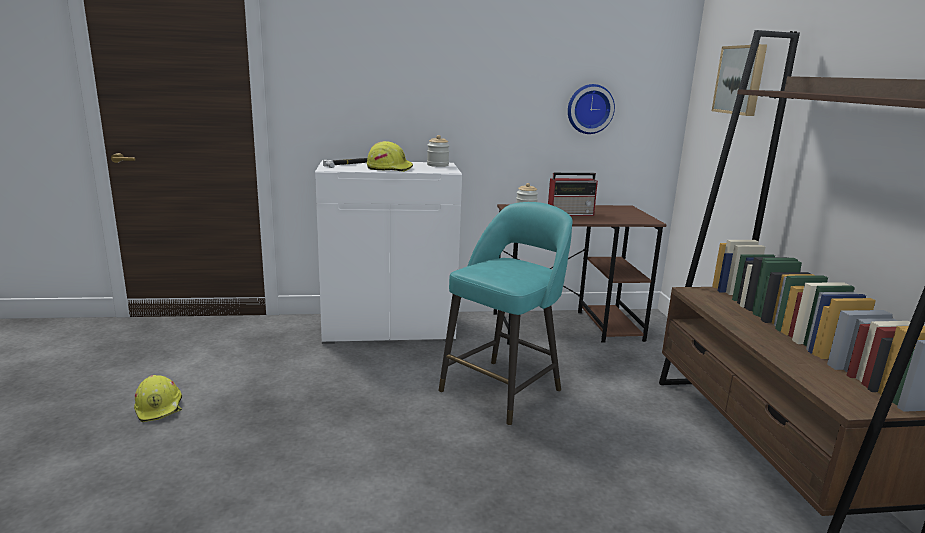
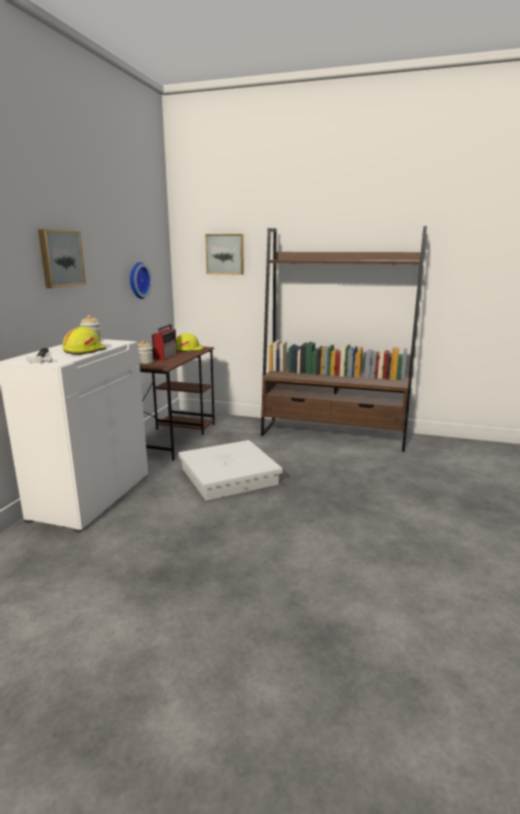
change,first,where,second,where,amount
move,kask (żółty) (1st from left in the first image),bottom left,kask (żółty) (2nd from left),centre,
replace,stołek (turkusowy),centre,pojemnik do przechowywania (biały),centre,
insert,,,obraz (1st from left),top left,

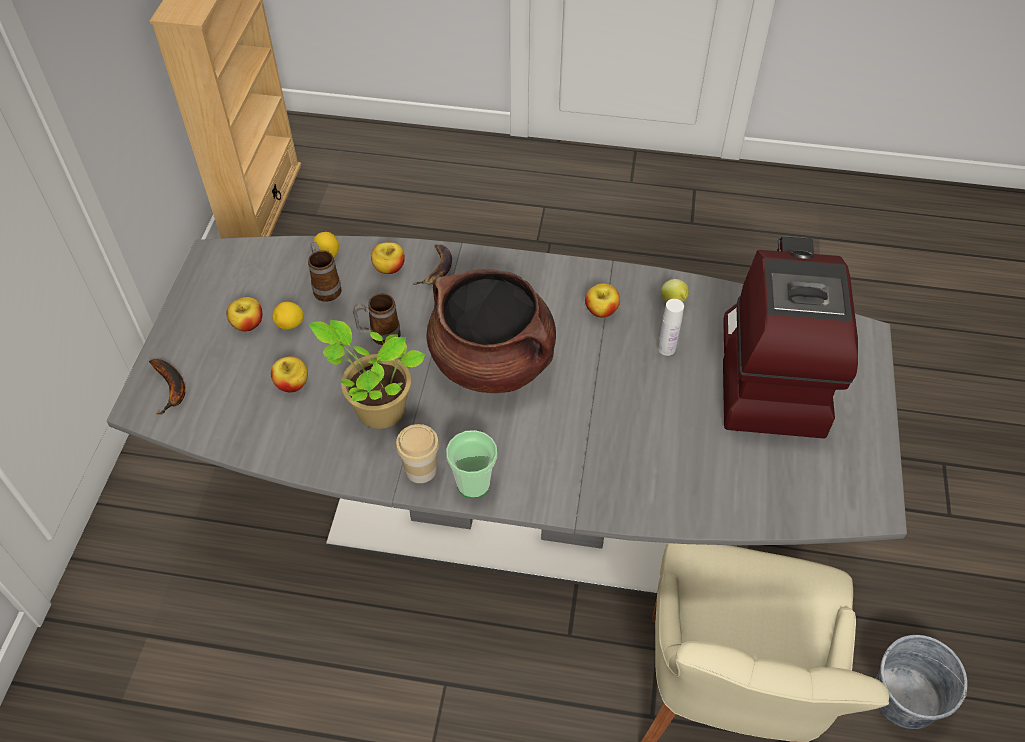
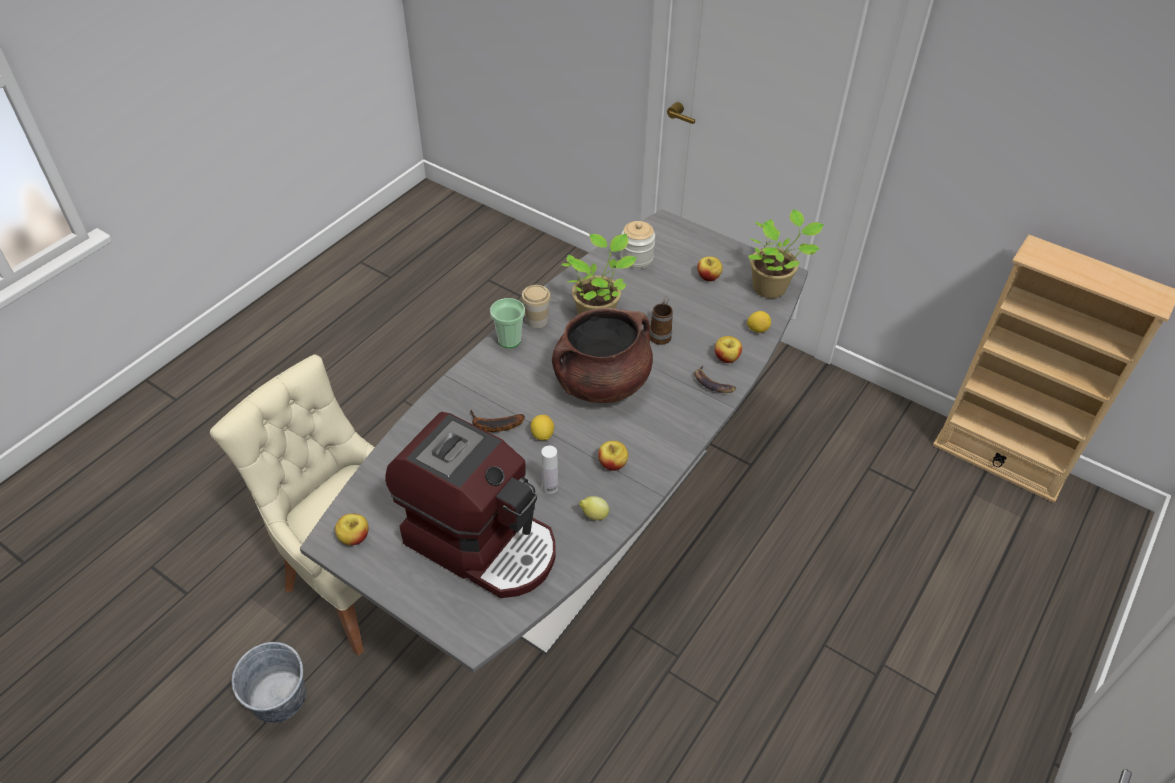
change,first,where,second,where,amount
move,banan (1st from left),middle left,,centre,
move,jabłko (2nd from left in the first image),middle left,jabłko (1st from left),bottom left,
move,cytryna (1st from left),middle left,,centre,
delete,kubek (1st from left),middle left,,,
insert,,,słoik,top centre,
insert,,,roślina doniczkowa (2nd from left),top right,

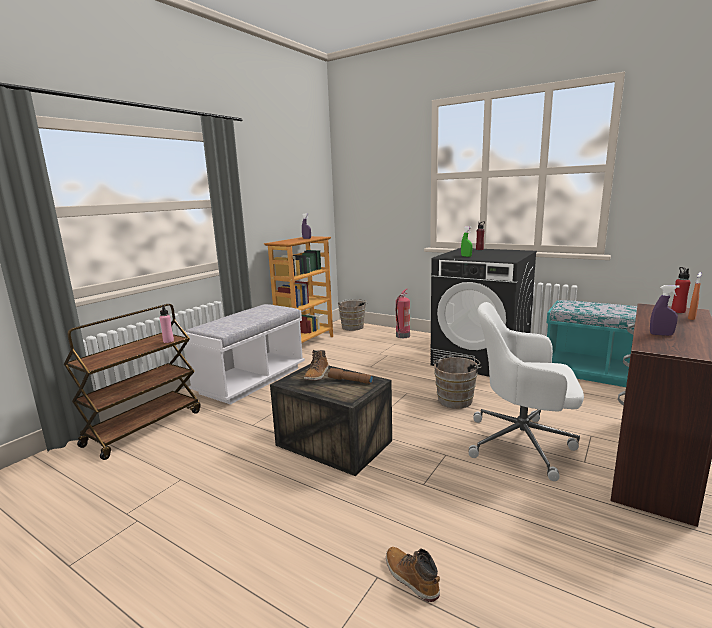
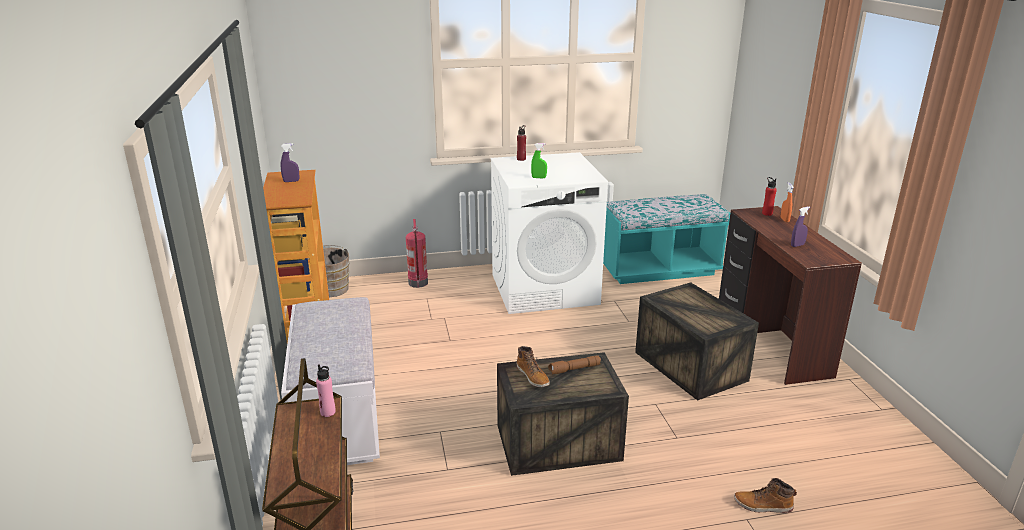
change,first,where,second,where,amount
recolor,pralka (czarny),middle right,pralka (biały),centre,
delete,wiadro (brązowy) (2nd from left),centre,,,
replace,krzesło biurowe (biały),middle right,skrzynka (2nd from left),middle right,

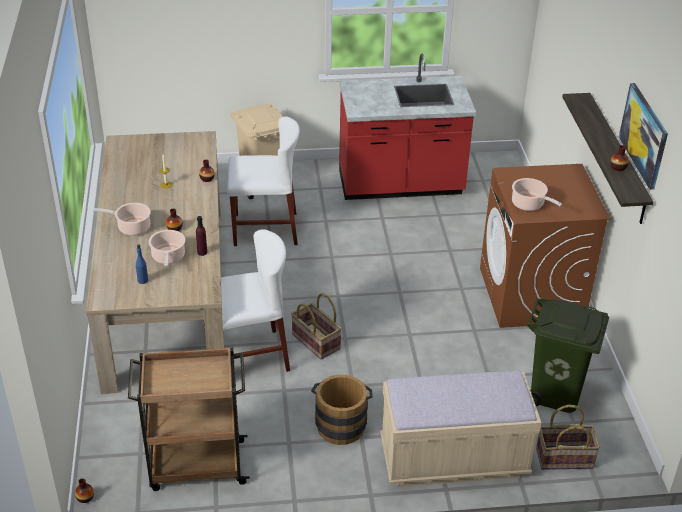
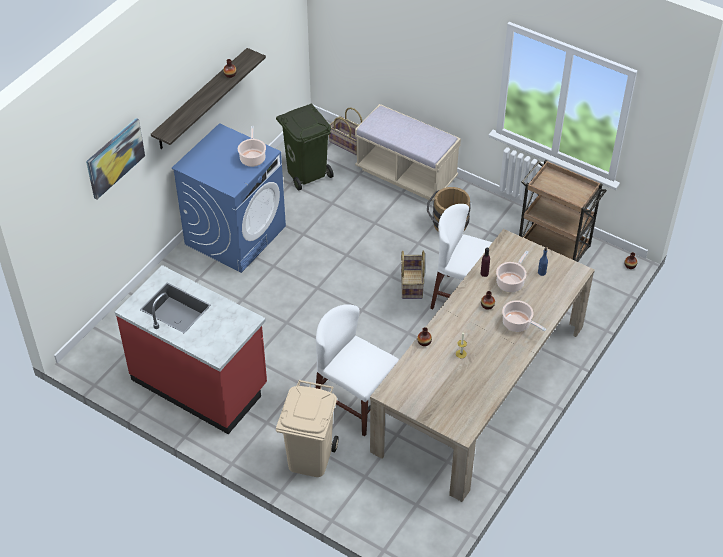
change,first,where,second,where,amount
recolor,pralka (brązowy),middle right,pralka (niebieski),middle left,
move,obraz,top right,,top left,

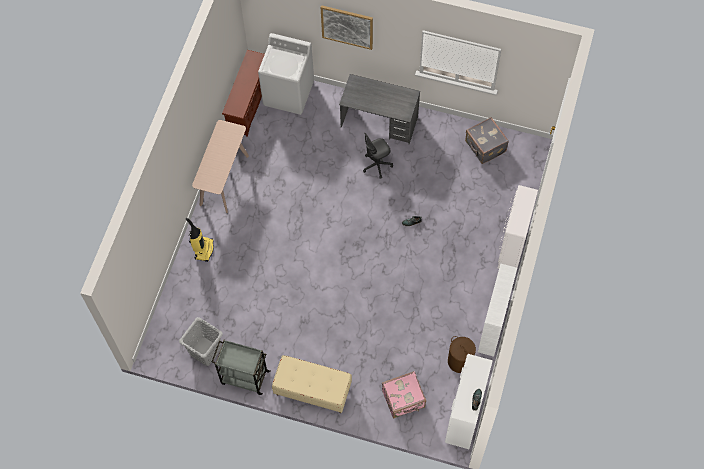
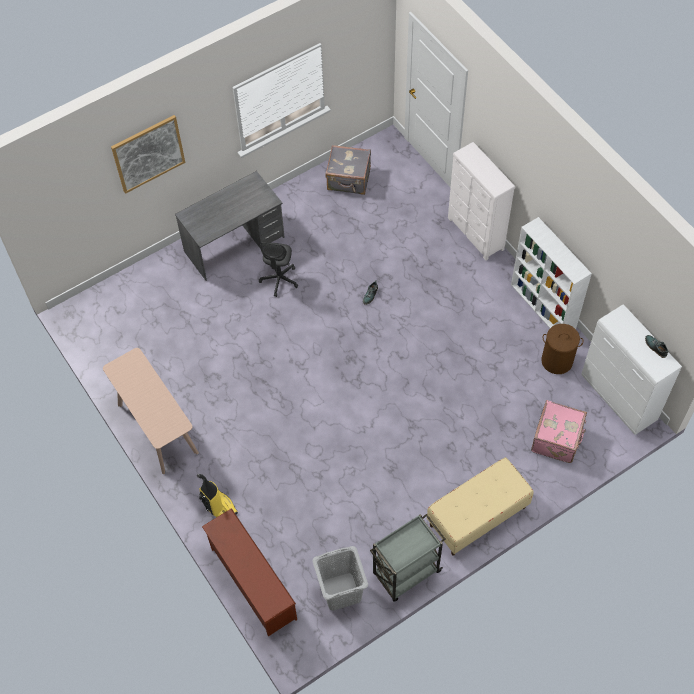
change,first,where,second,where,amount
move,regał na buty (brązowy),top centre,,bottom centre,
delete,pralka (biały),top centre,,,

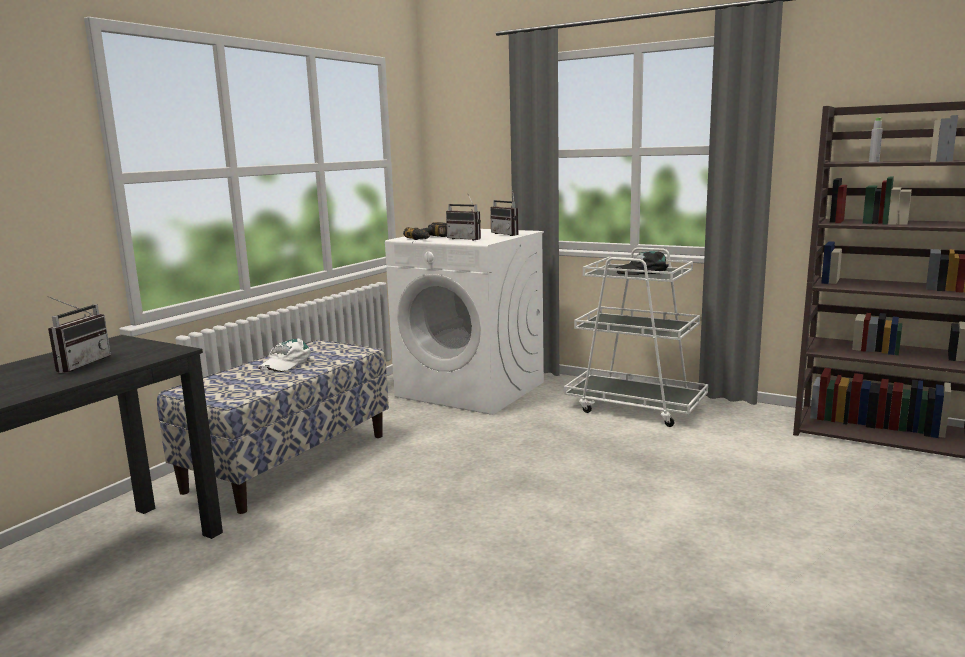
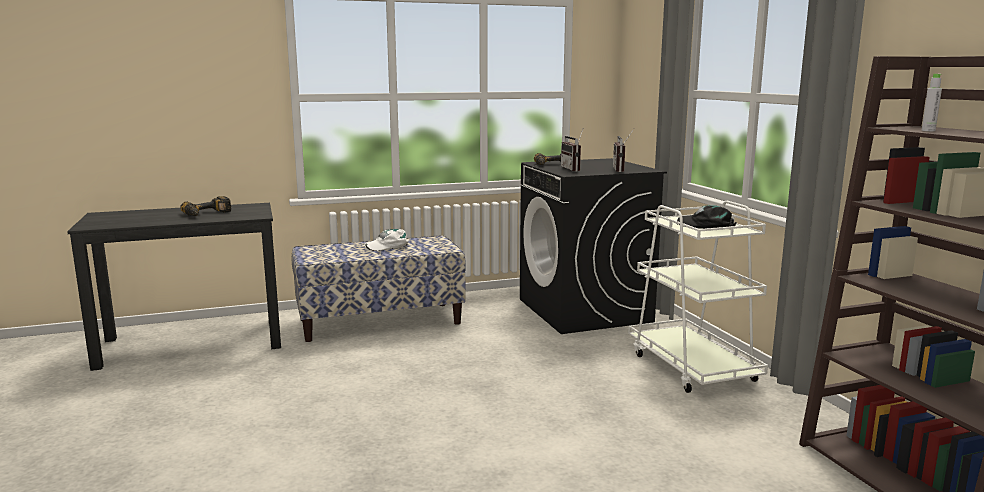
change,first,where,second,where,amount
replace,radio (1st from left),middle left,wiertarka (1st from left),middle left,
recolor,pralka (biały),centre,pralka (czarny),centre,

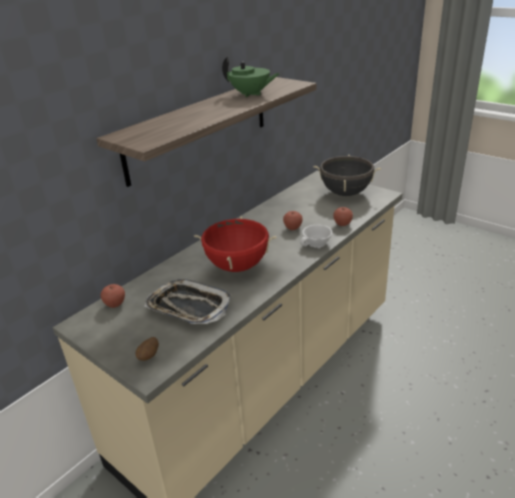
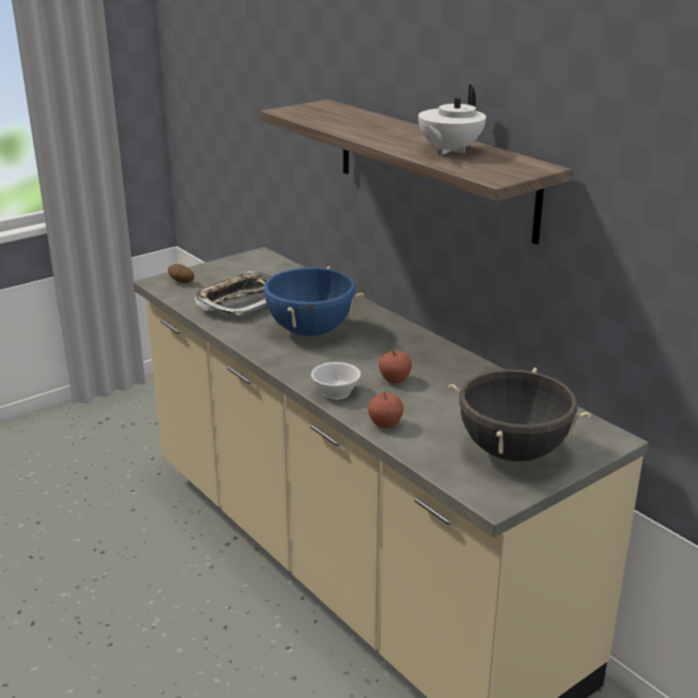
change,first,where,second,where,amount
delete,jabłko (1st from left),middle left,,,
recolor,garnek (czerwony),centre,garnek (niebieski),centre,
recolor,imbryk (zielony),top centre,imbryk (biały),top centre,

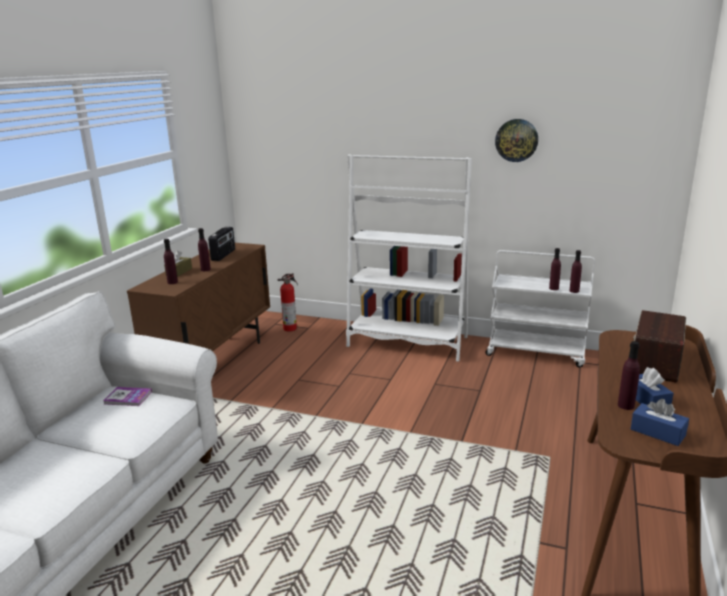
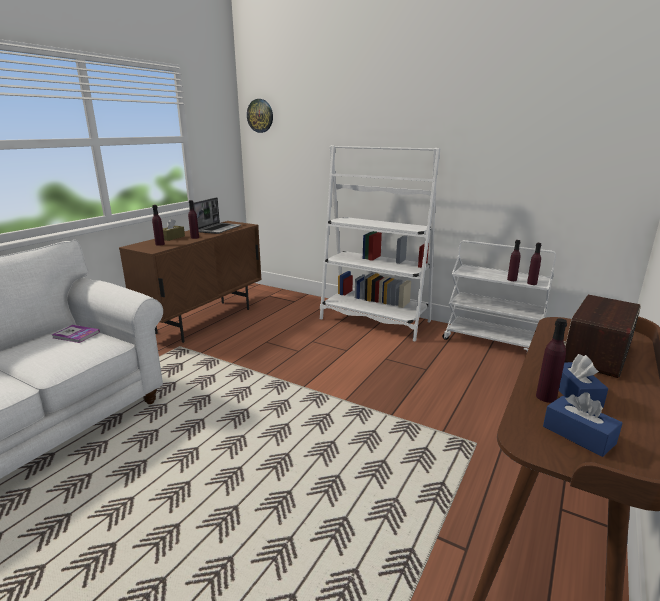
change,first,where,second,where,amount
replace,radio (1st from left),middle left,laptop,middle left,
delete,gaśnica,centre,,,
move,zegar ścienny,top right,,top centre,

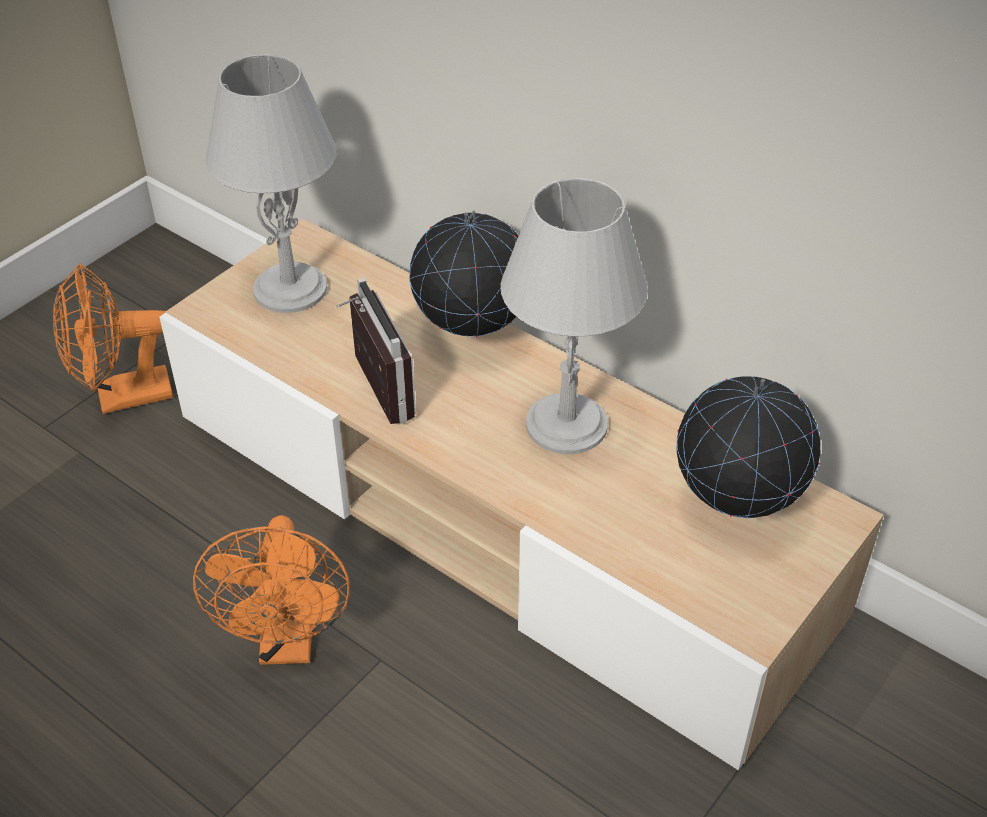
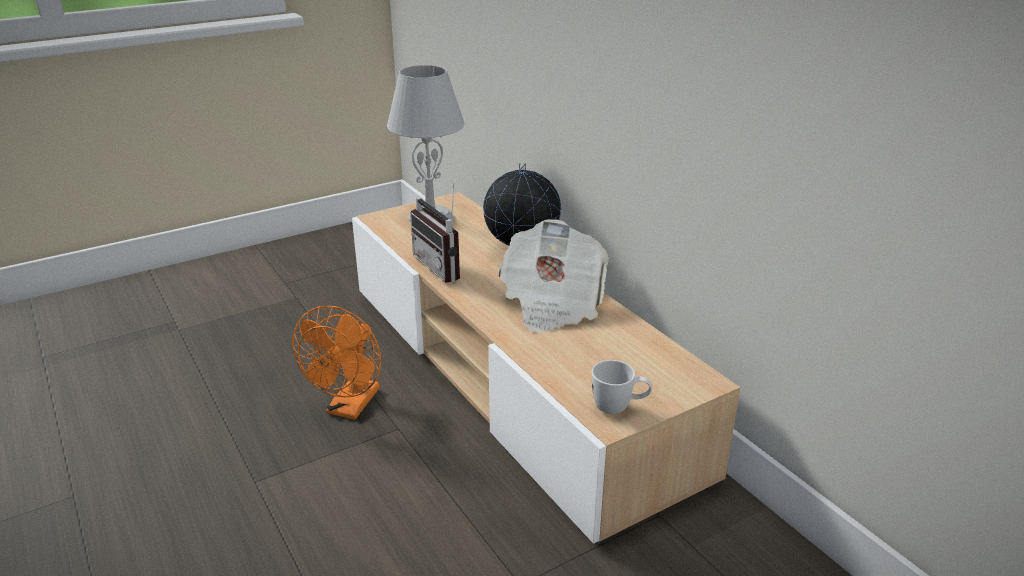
change,first,where,second,where,amount
delete,wentylator (pomarańczowy) (1st from left),middle left,,,
rotate,radio,centre,,centre,150 degrees clockwise
replace,lampa stołowa (szary) (2nd from left),centre,gazeta,centre,
delete,globus (2nd from left),middle right,,,
insert,,,kubek (biały),bottom centre,

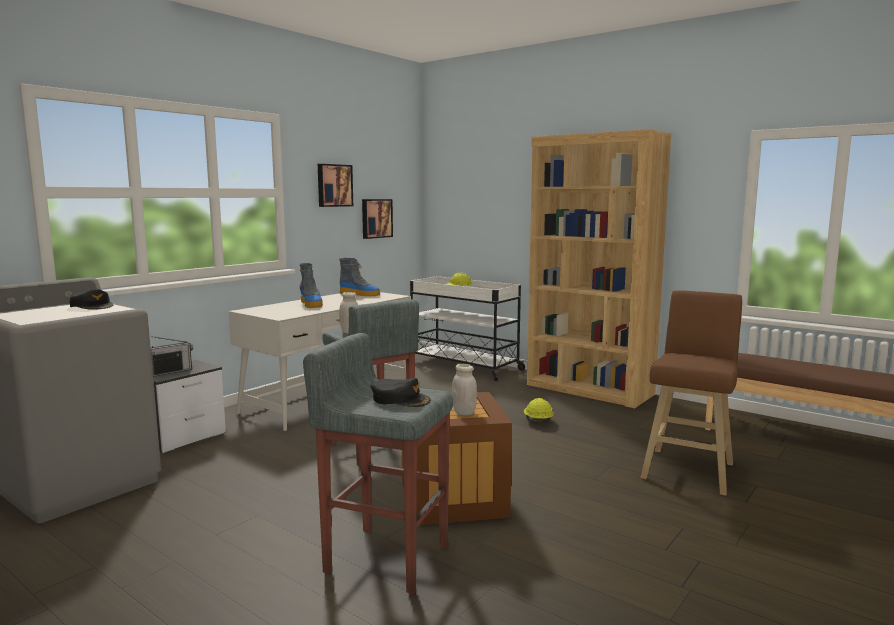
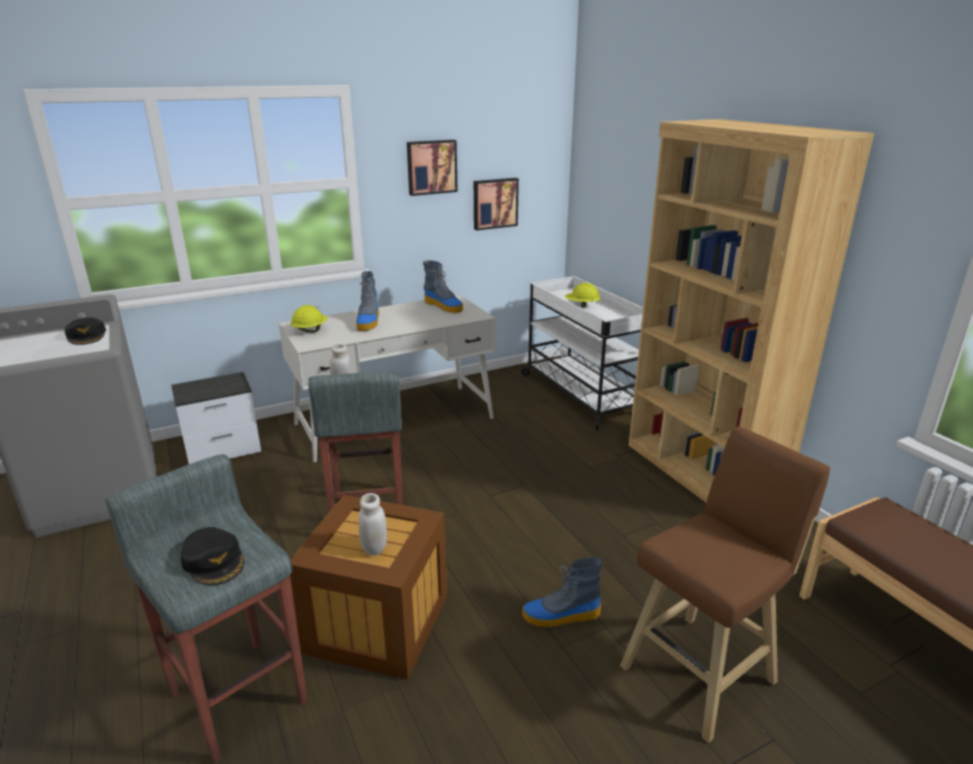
change,first,where,second,where,amount
delete,radio,middle left,,,
move,kask (żółty) (2nd from left in the first image),centre,kask (żółty) (1st from left),middle left,
insert,,,but z cholewką (3rd from left),bottom centre,

